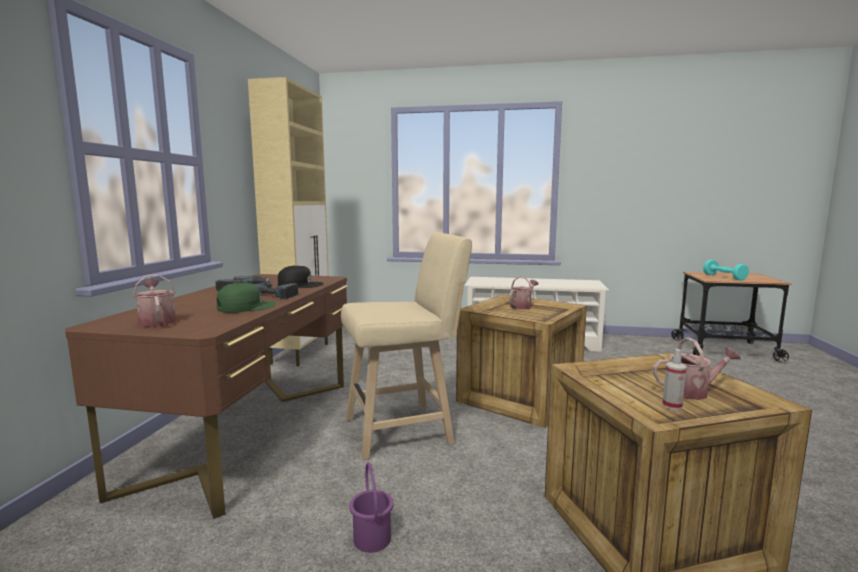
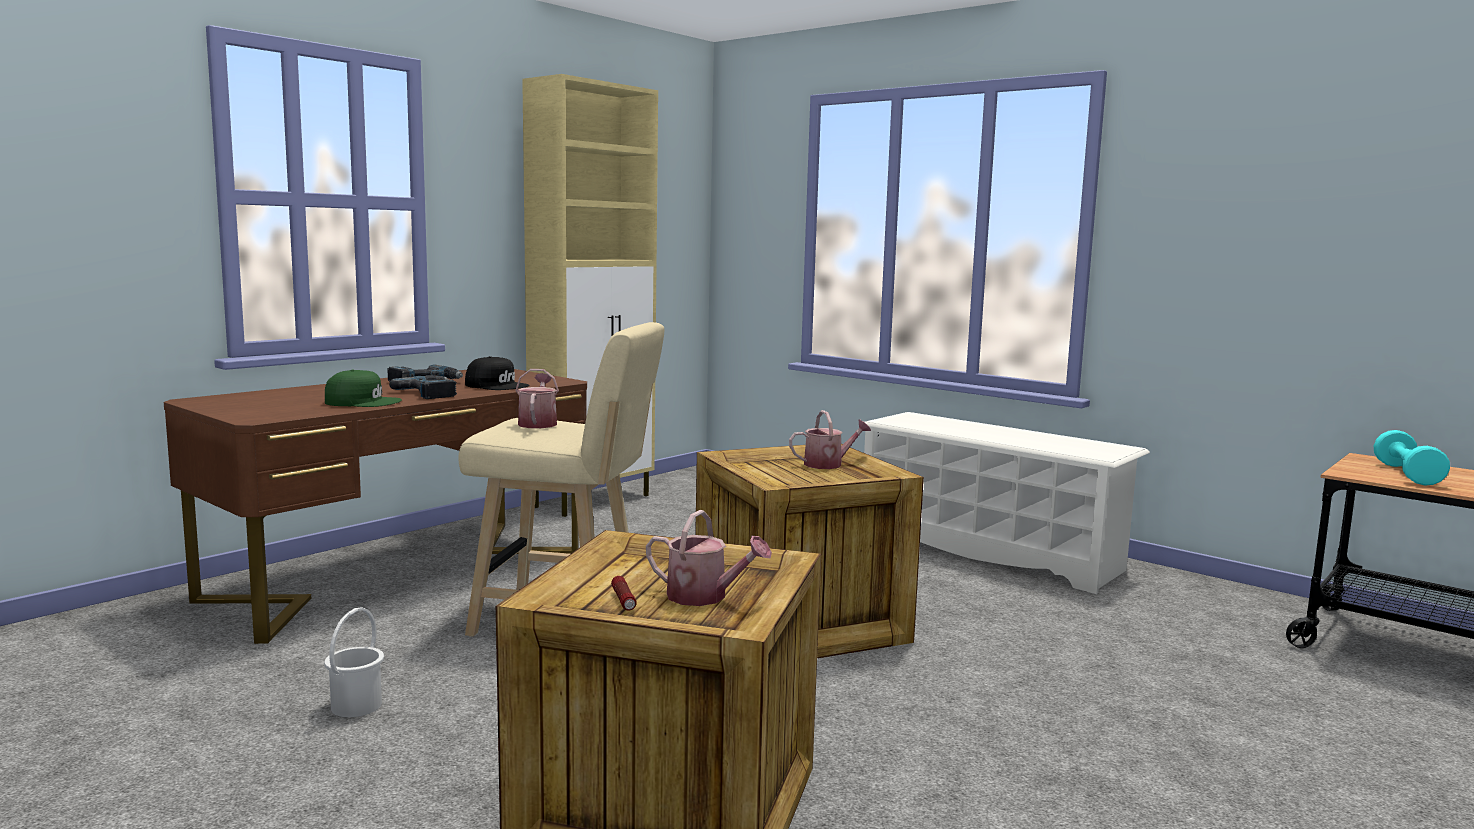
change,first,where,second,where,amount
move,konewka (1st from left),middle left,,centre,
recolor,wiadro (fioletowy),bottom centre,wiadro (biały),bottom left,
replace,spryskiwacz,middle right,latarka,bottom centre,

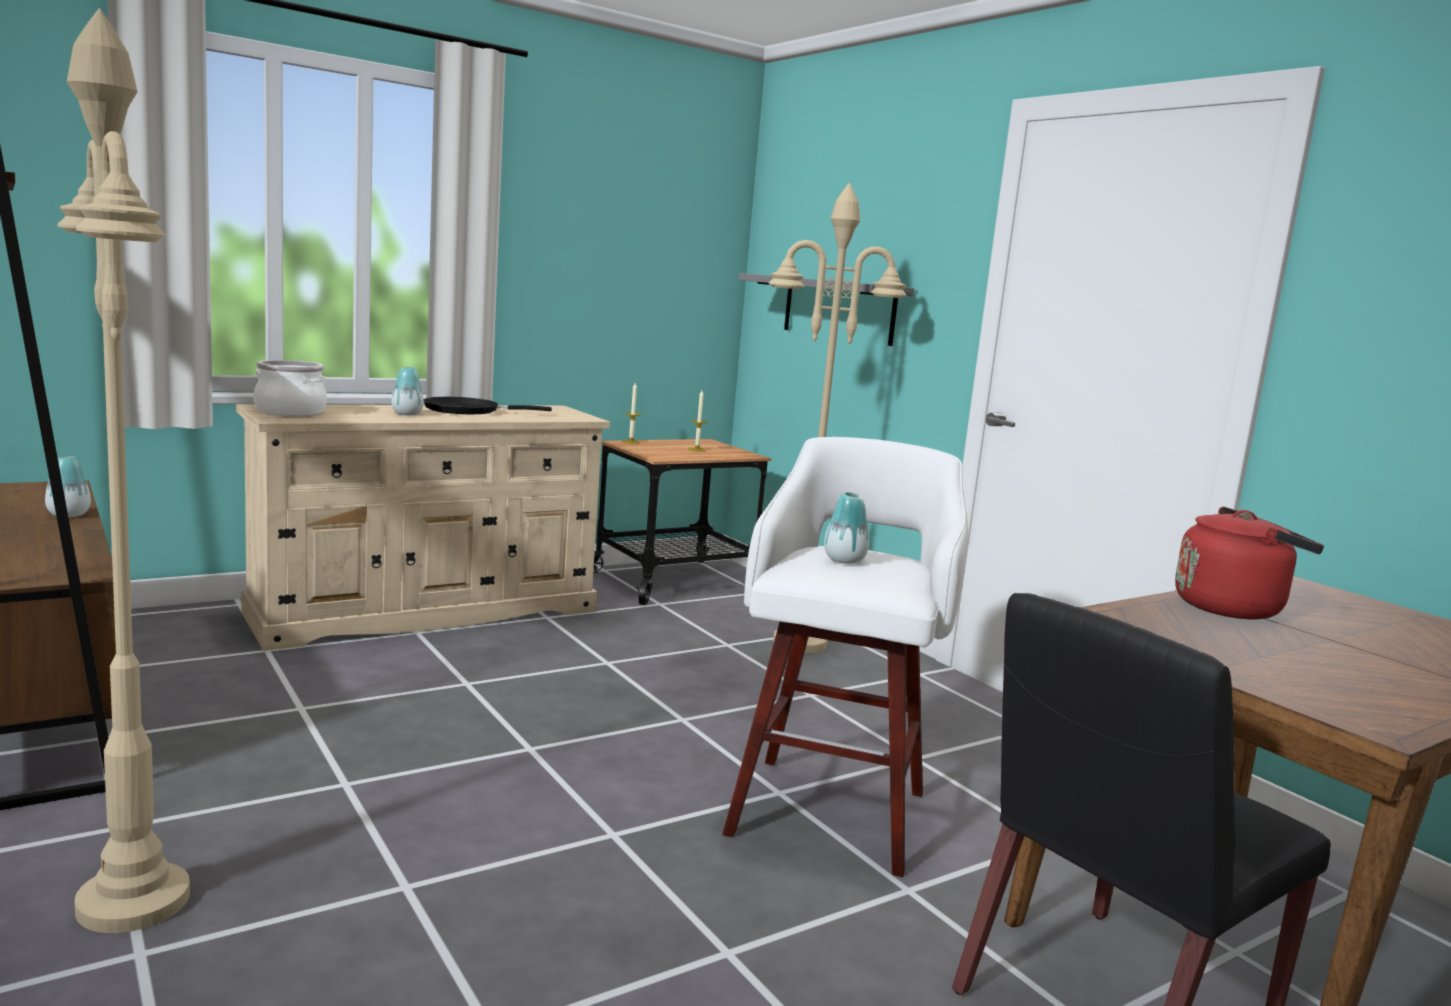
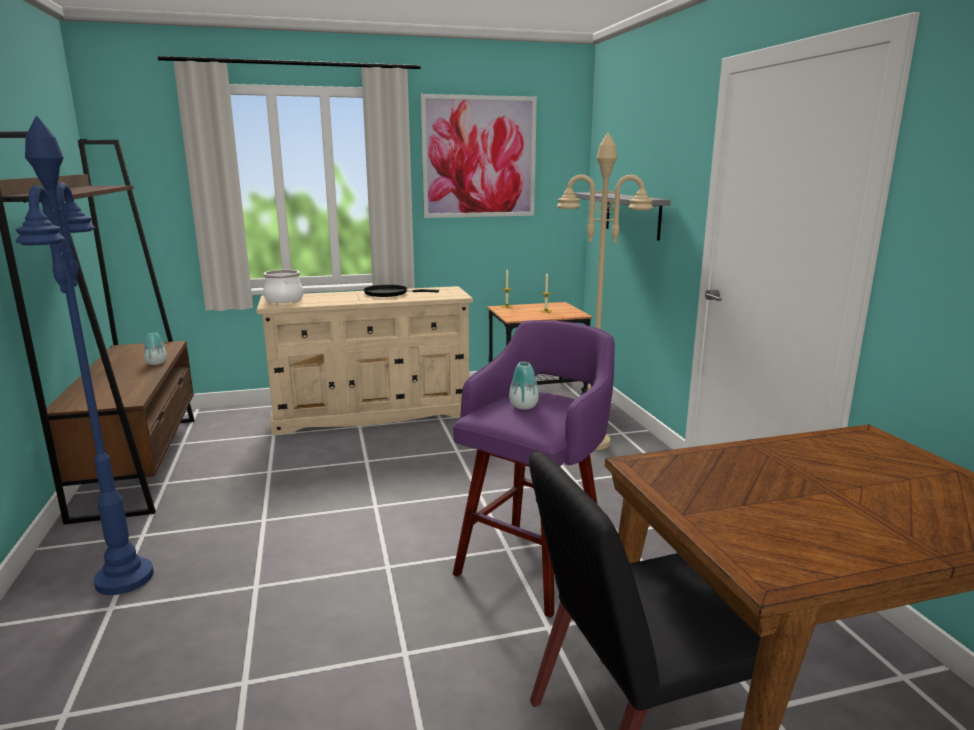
change,first,where,second,where,amount
recolor,lampa stojąca (beżowy) (1st from left),middle left,lampa stojąca (niebieski),middle left,
delete,wazon (2nd from left),middle left,,,
recolor,stołek (biały),centre,stołek (fioletowy),centre,
delete,czajnik (czerwony),middle right,,,
insert,,,obraz,top centre,

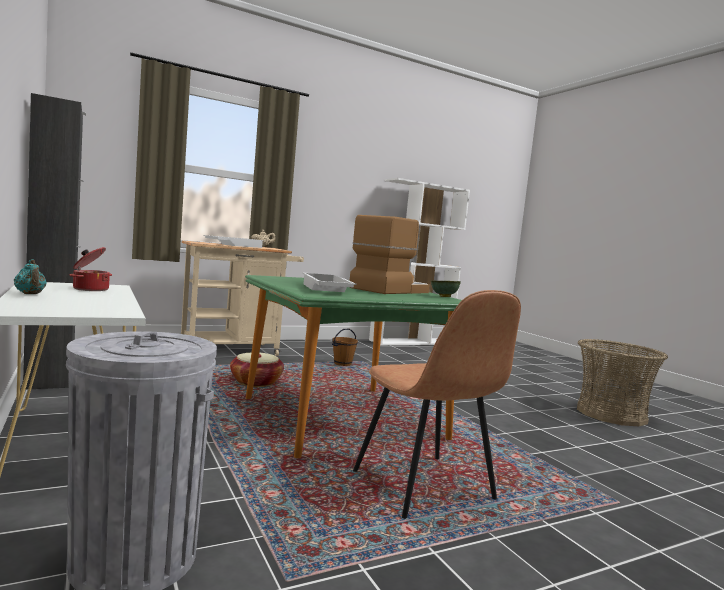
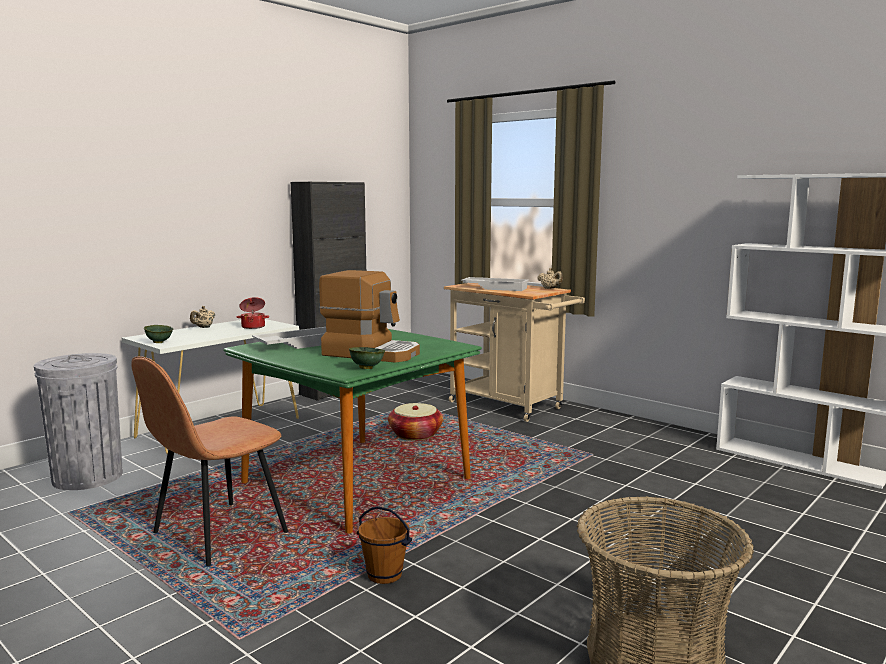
change,first,where,second,where,amount
recolor,imbryk (turkusowy),middle left,imbryk (beżowy) (1st from left),middle left,
move,wiadro (brązowy),centre,,bottom centre,
insert,,,miska (zielony) (1st from left),middle left,

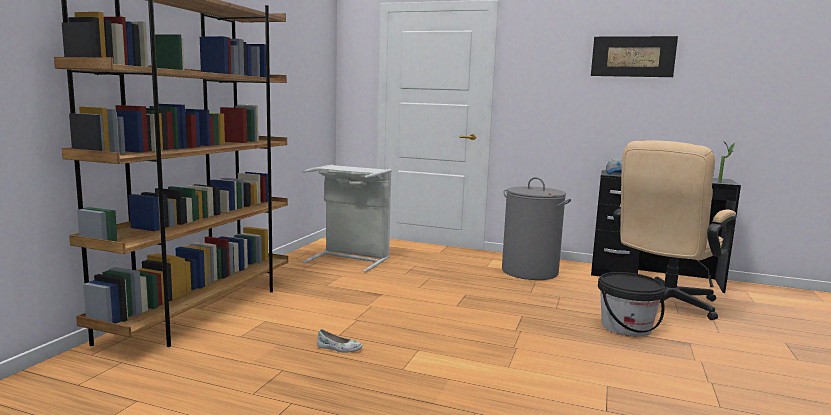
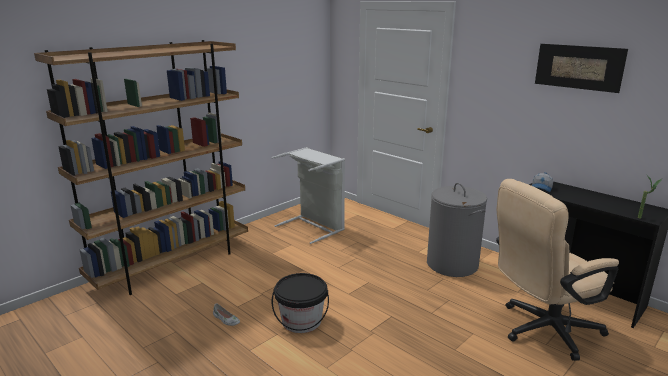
change,first,where,second,where,amount
move,wiadro (czarny),bottom right,,bottom centre,

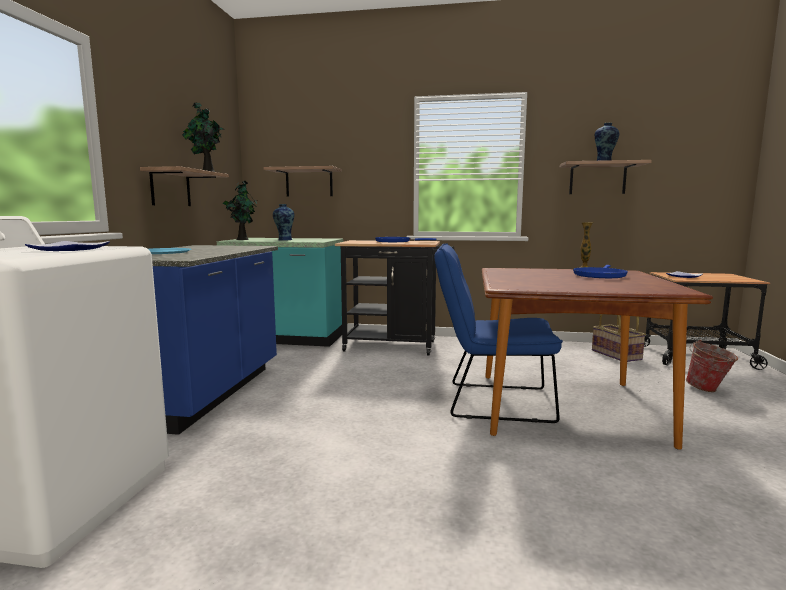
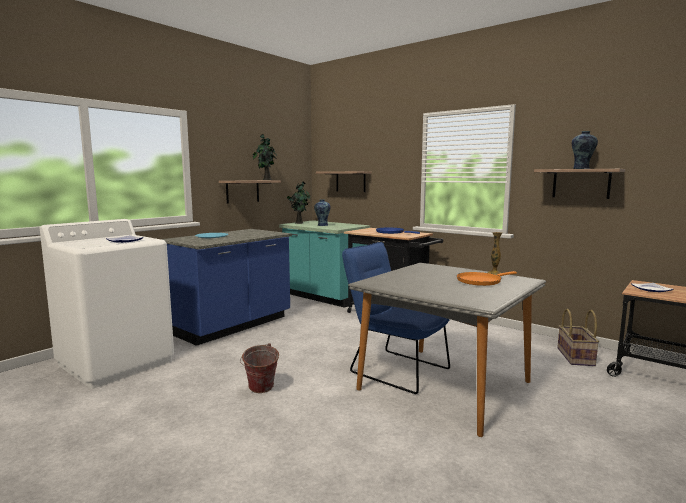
change,first,where,second,where,amount
recolor,stół jadalny (brązowy),middle right,stół jadalny (szary),bottom centre,
recolor,patelnia (niebieski) (2nd from left),middle right,patelnia (pomarańczowy),middle right,
move,wiadro,middle right,,bottom centre,

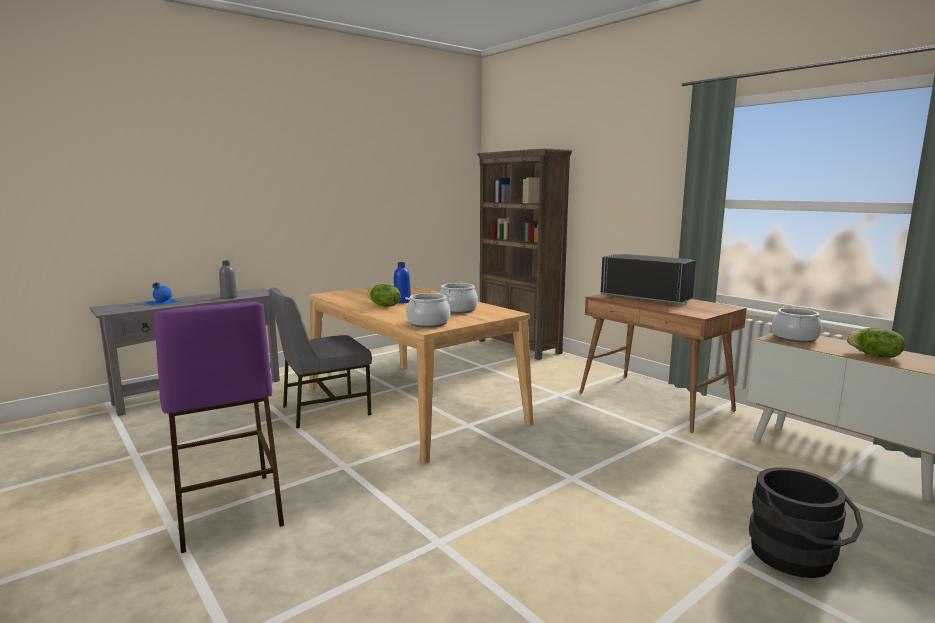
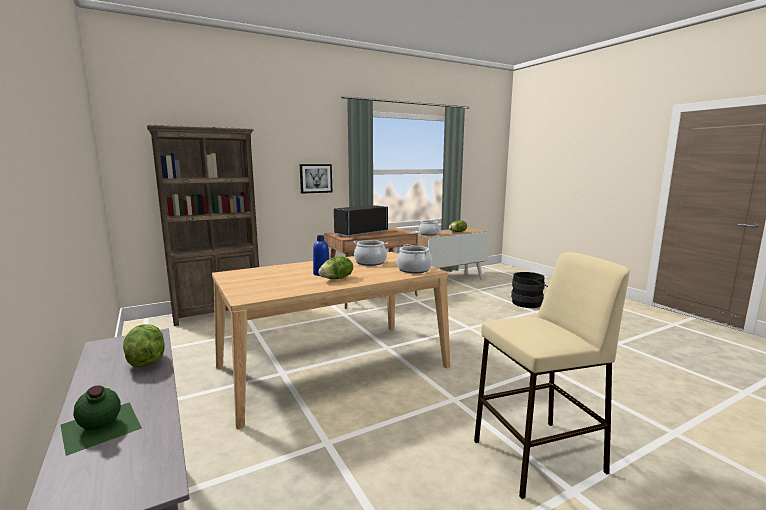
change,first,where,second,where,amount
recolor,butelka (niebieski) (1st from left),middle left,butelka (zielony),bottom left,
recolor,stołek (fioletowy),bottom left,stołek (beżowy),bottom right,
replace,butelka (szary),middle left,sałata (1st from left),bottom left,
delete,krzesło (szary),centre,,,
insert,,,obraz,centre,

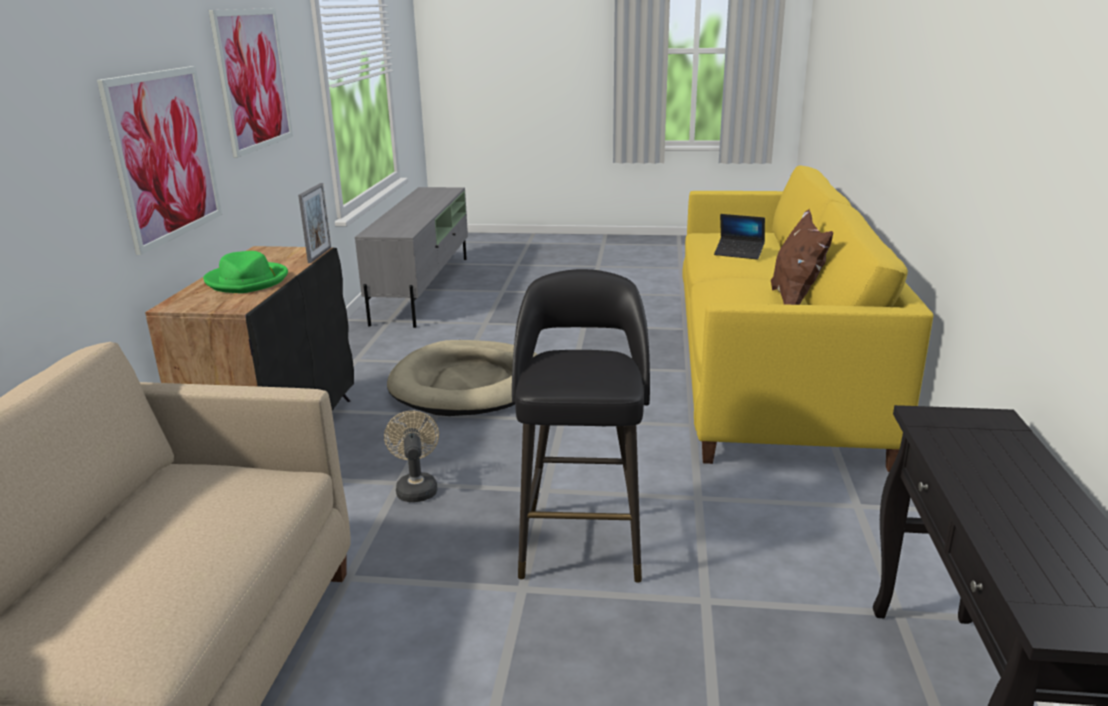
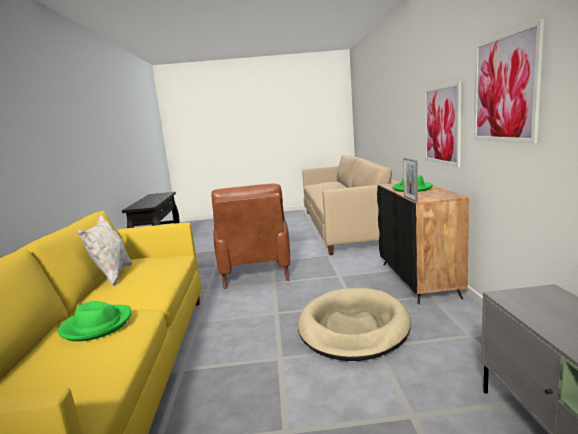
change,first,where,second,where,amount
delete,wentylator (beżowy),centre,,,
replace,stołek (czarny),centre,fotel (brązowy),centre,
replace,laptop,middle right,kapelusz (zielony) (1st from left),bottom left,
recolor,poduszka (brązowy),middle right,poduszka (biały),middle left,

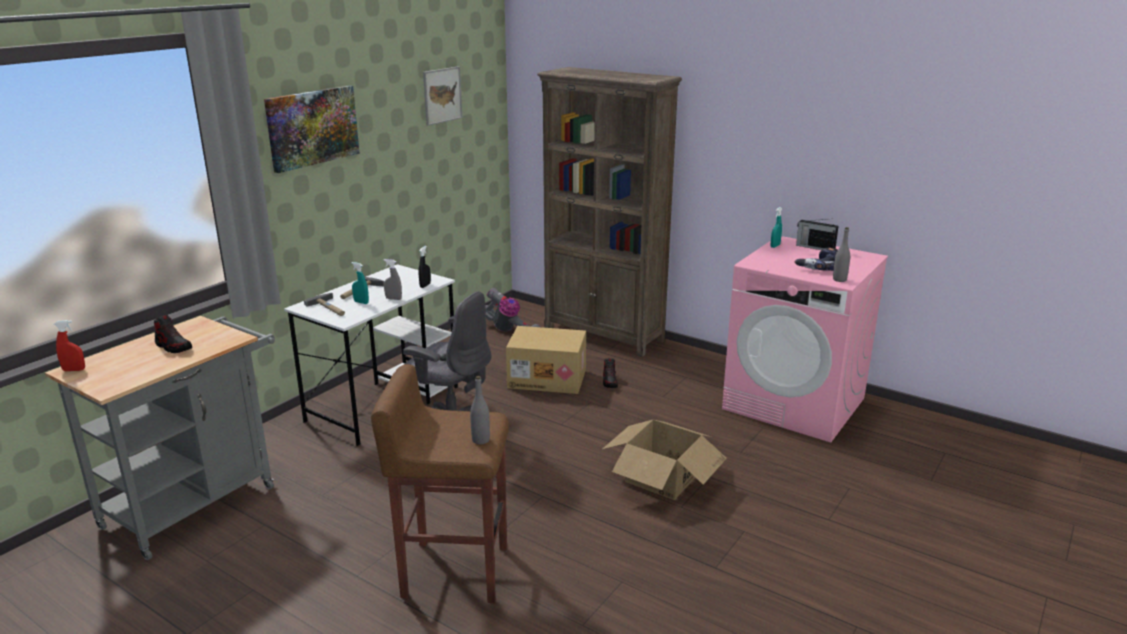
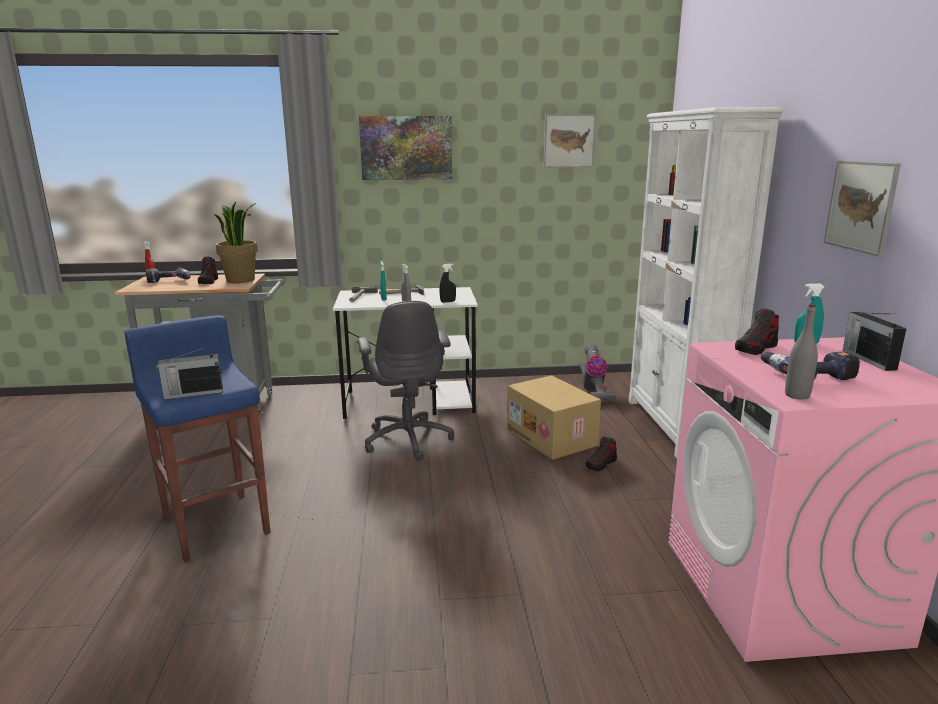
change,first,where,second,where,amount
recolor,stołek (brązowy),bottom centre,stołek (niebieski),middle left,
replace,butelka (szary) (1st from left),centre,radio (1st from left),middle left,
recolor,regał (brązowy),centre,regał (biały),middle right,
delete,karton (2nd from left),bottom centre,,,
insert,,,wiertarka (1st from left),middle left,
insert,,,roślina doniczkowa,middle left,
insert,,,but (3rd from left),middle right,
insert,,,obraz (3rd from left),top right,

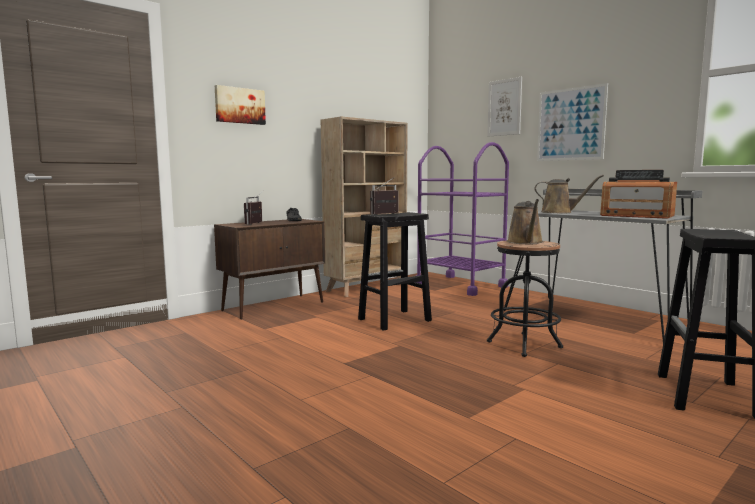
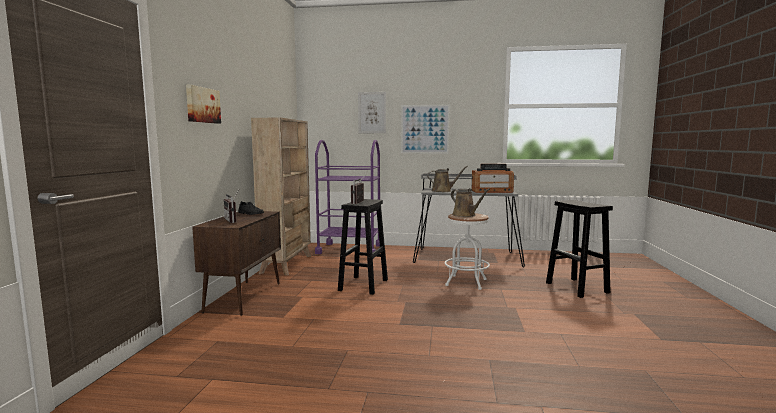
change,first,where,second,where,amount
recolor,stołek (czarny) (2nd from left),middle right,stołek (biały),centre,

